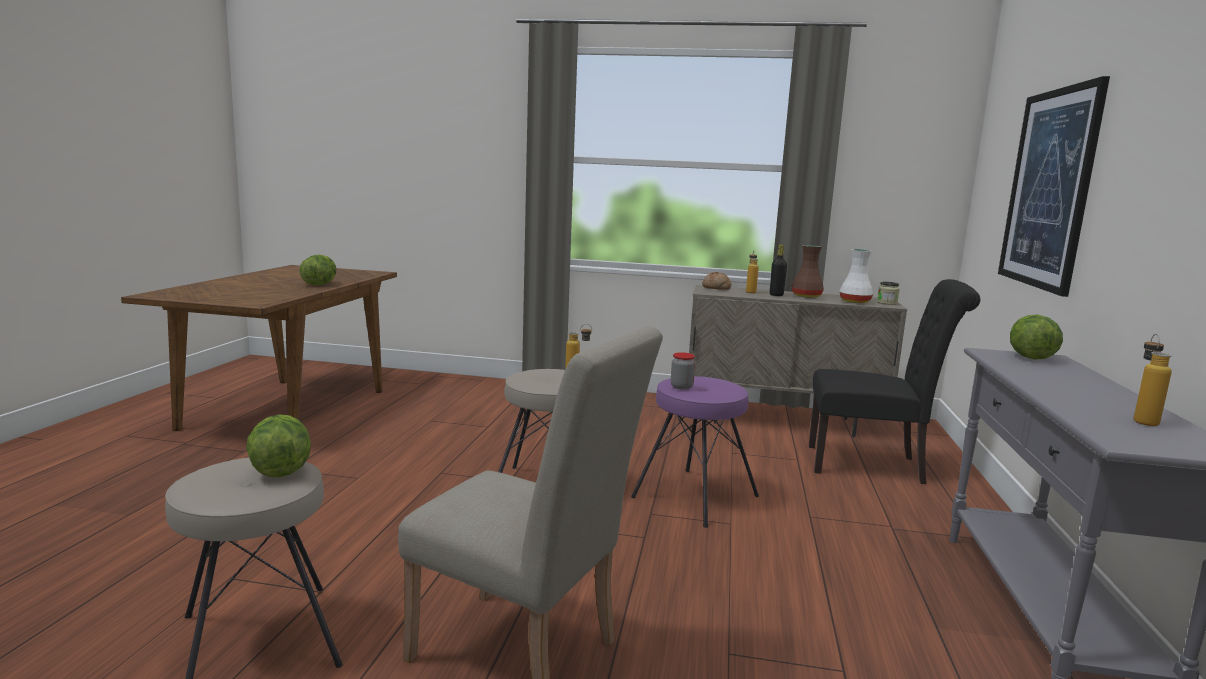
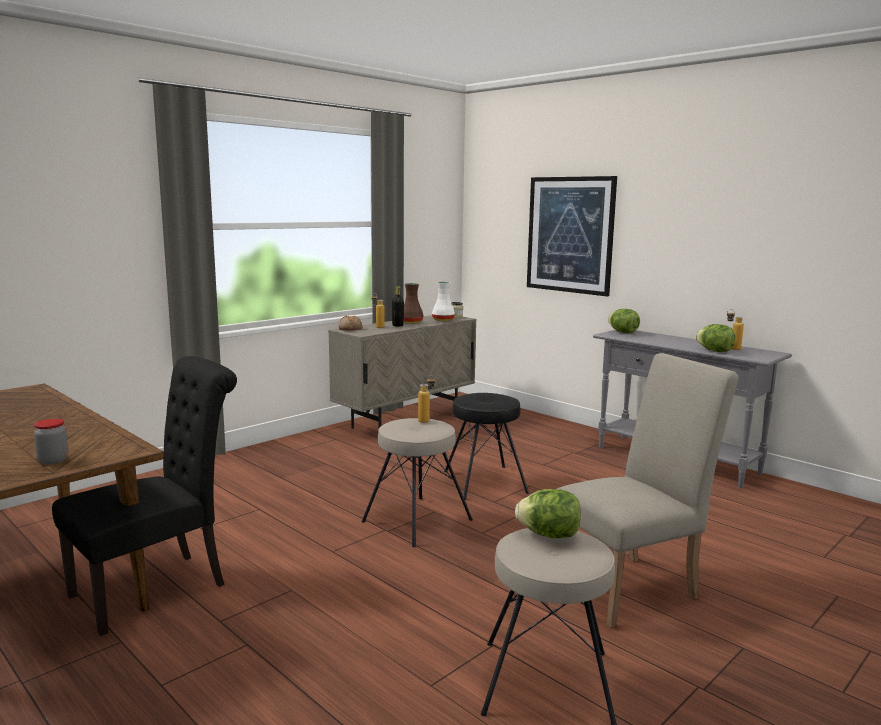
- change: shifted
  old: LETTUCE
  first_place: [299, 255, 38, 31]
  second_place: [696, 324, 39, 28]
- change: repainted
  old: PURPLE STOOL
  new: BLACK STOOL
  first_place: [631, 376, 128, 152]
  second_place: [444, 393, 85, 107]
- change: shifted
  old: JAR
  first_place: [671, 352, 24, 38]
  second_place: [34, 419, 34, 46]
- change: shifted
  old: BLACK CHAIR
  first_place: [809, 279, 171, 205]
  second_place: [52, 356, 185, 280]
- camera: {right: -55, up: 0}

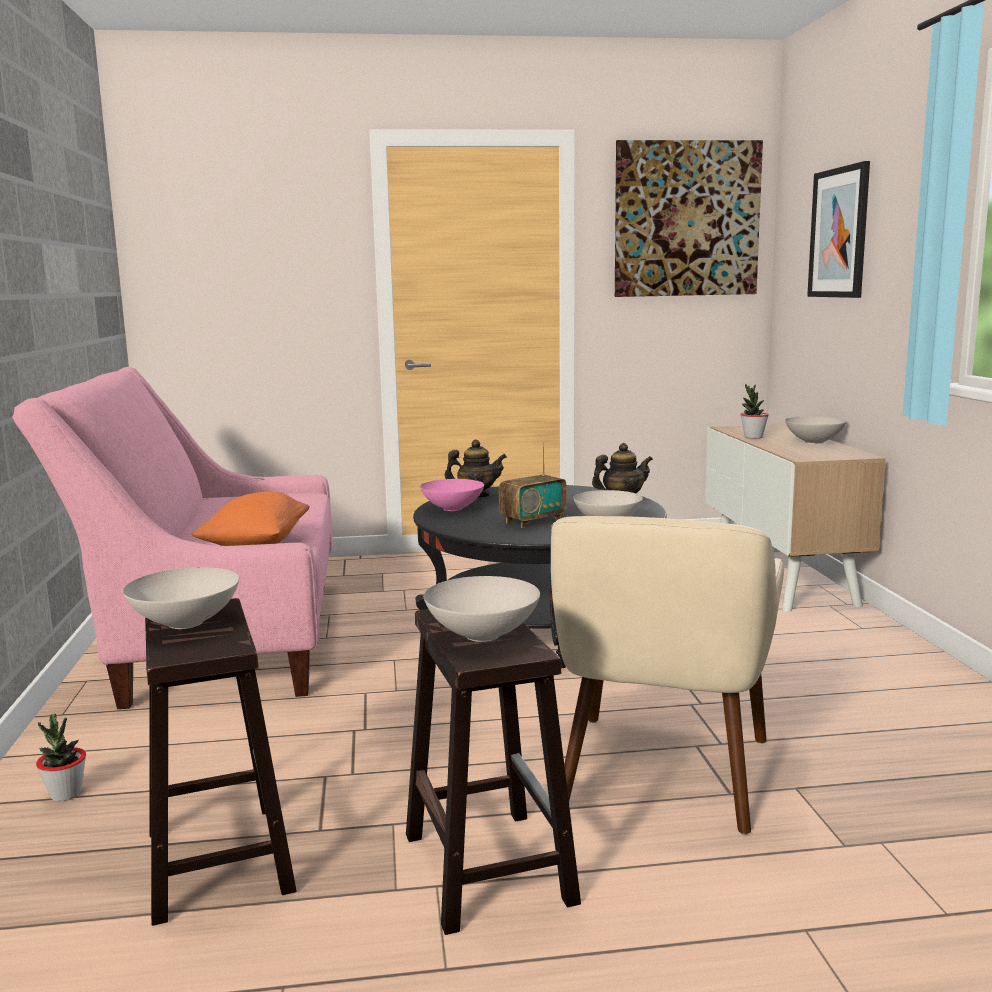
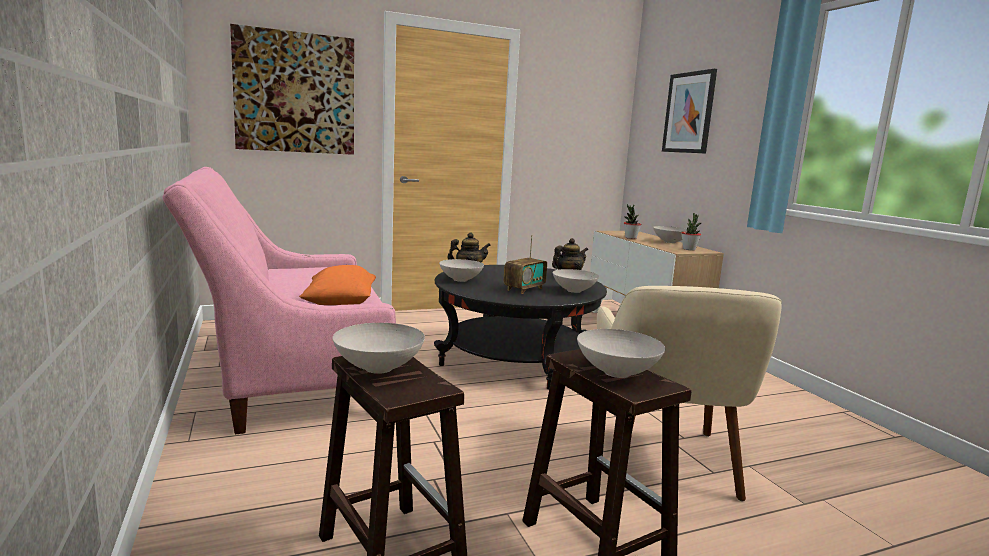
- change: shifted
  old: POTTED PLANT
  first_place: [36, 714, 50, 87]
  second_place: [681, 213, 20, 37]
- change: repainted
  old: PINK BOWL
  new: WHITE BOWL
  first_place: [420, 479, 64, 32]
  second_place: [439, 259, 45, 23]
- change: shifted
  old: PICTURE
  first_place: [615, 140, 148, 157]
  second_place: [230, 24, 124, 131]
- camera: {right: -15, up: 0}

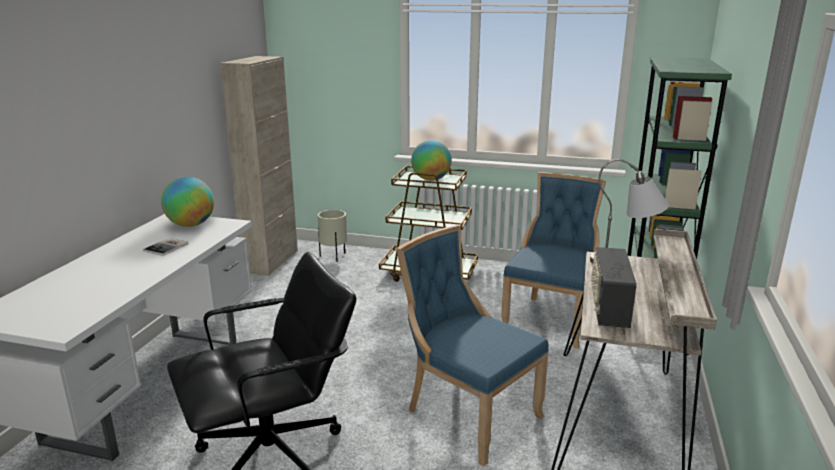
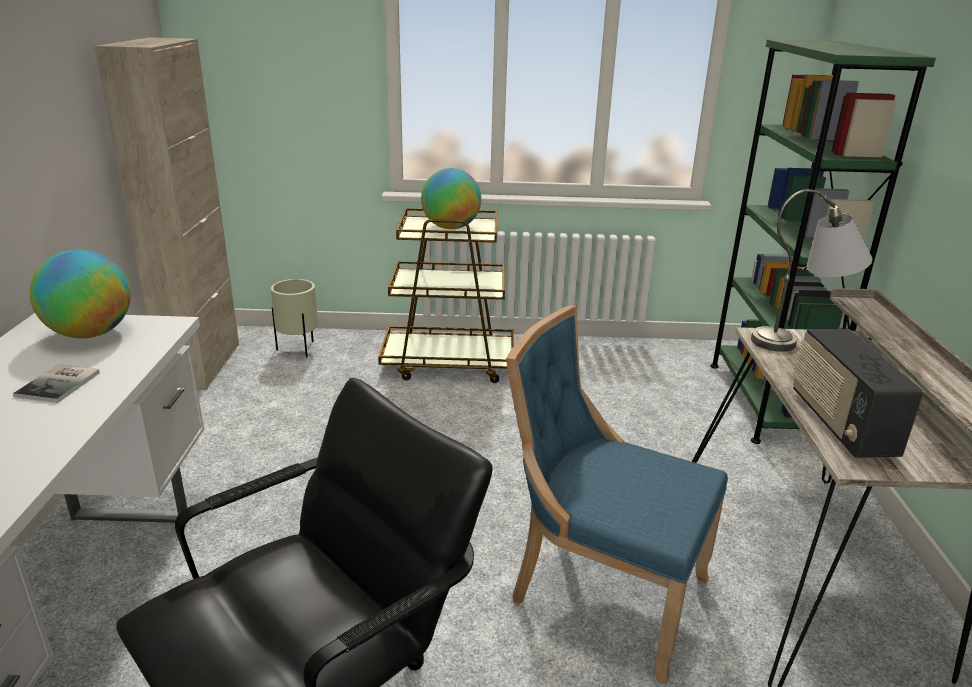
- change: gone
  old: BLUE CHAIR
  first_place: [501, 172, 105, 177]
- camera: {right: -15, up: 5}

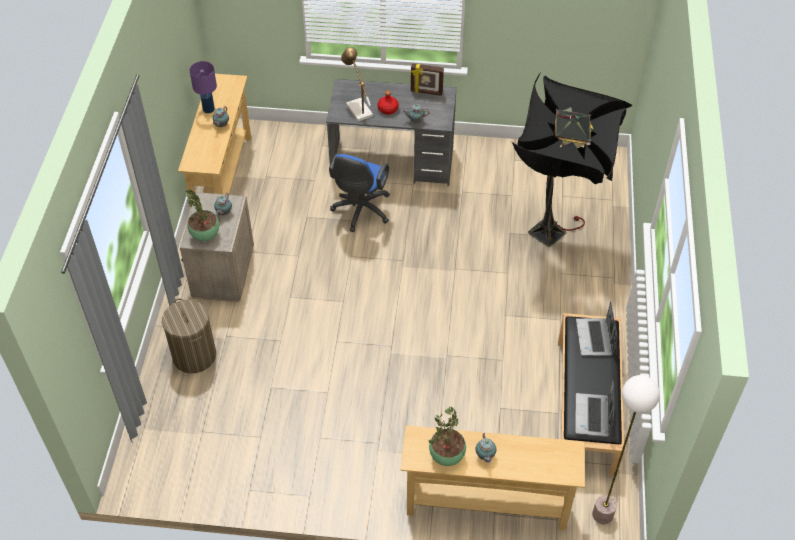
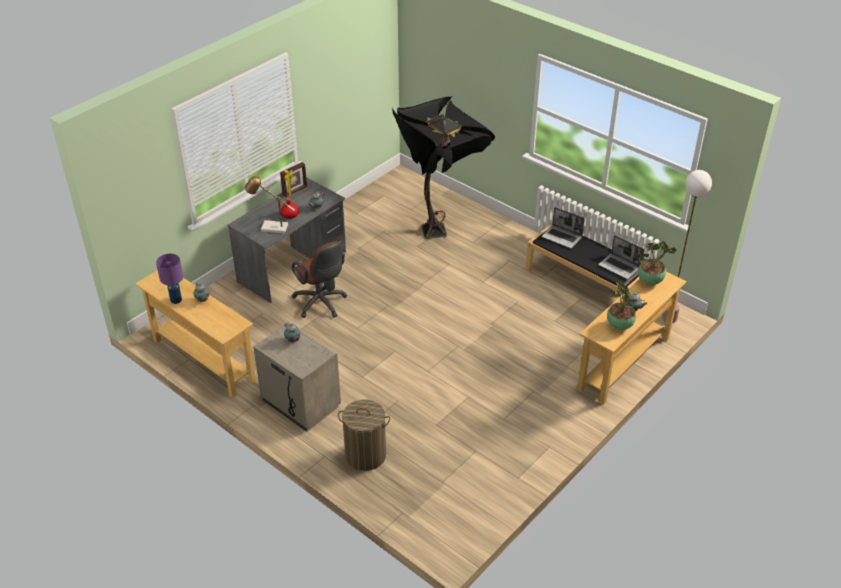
- change: shifted
  old: POTTED PLANT
  first_place: [186, 190, 33, 51]
  second_place: [638, 241, 38, 44]
- change: repainted
  old: BLUE OFFICE CHAIR
  new: BROWN OFFICE CHAIR
  first_place: [329, 153, 60, 79]
  second_place: [291, 241, 56, 77]
- camera: {right: -55, up: -10}

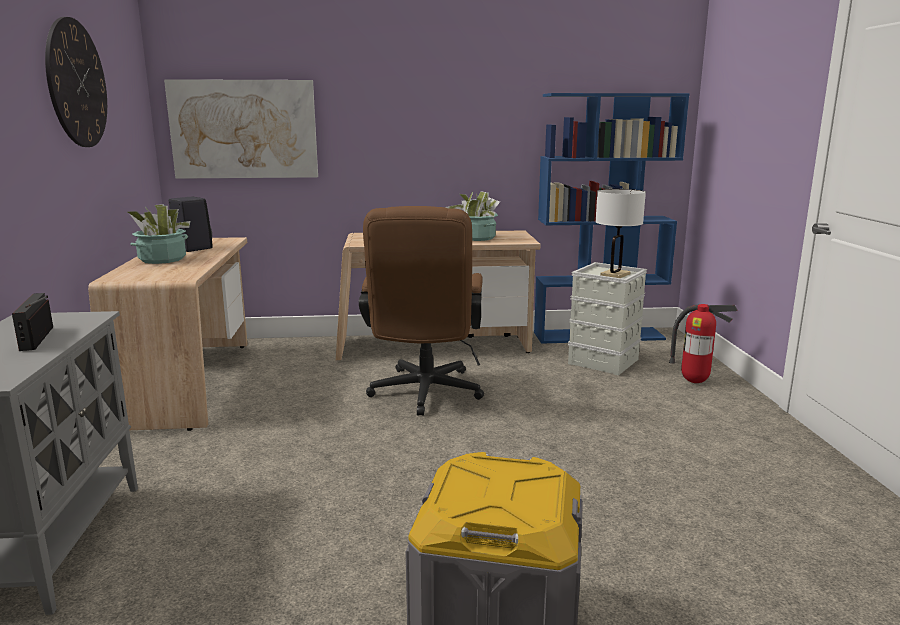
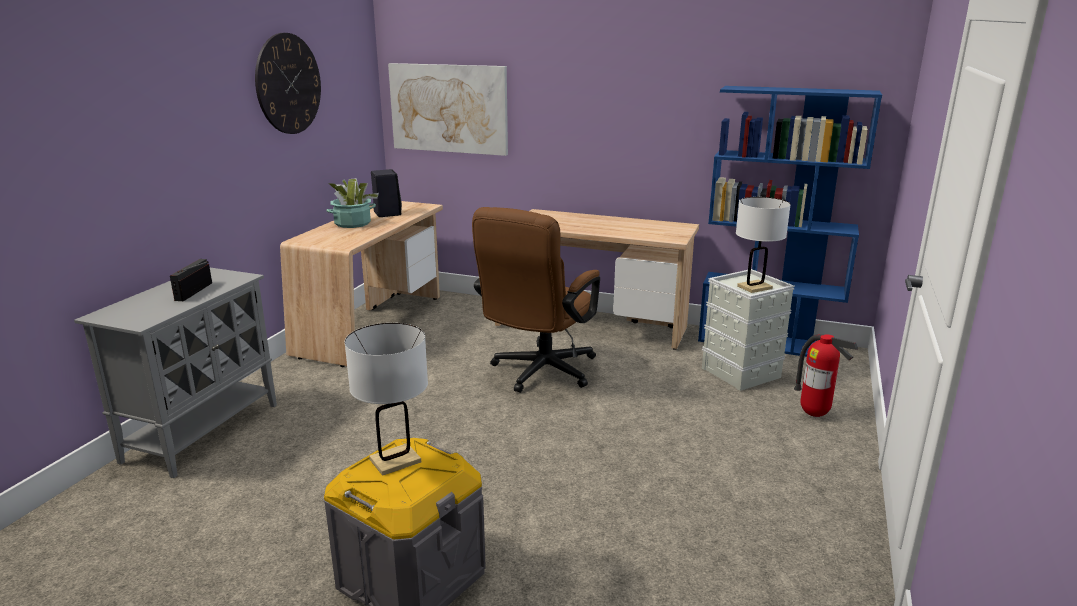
- change: gone
  old: POTTED PLANT
  first_place: [446, 192, 54, 49]
- change: new
  new: WHITE TABLE LAMP
  second_place: [345, 323, 83, 153]
- camera: {right: 25, up: 5}

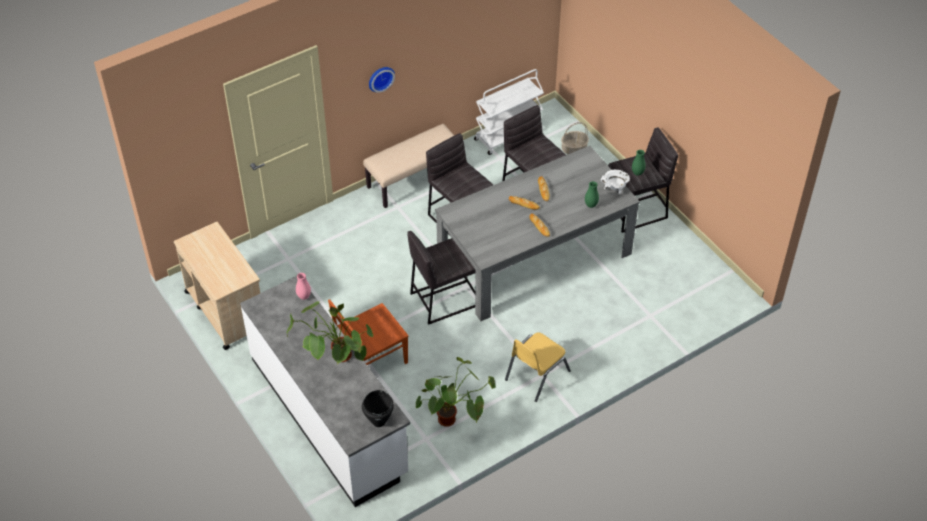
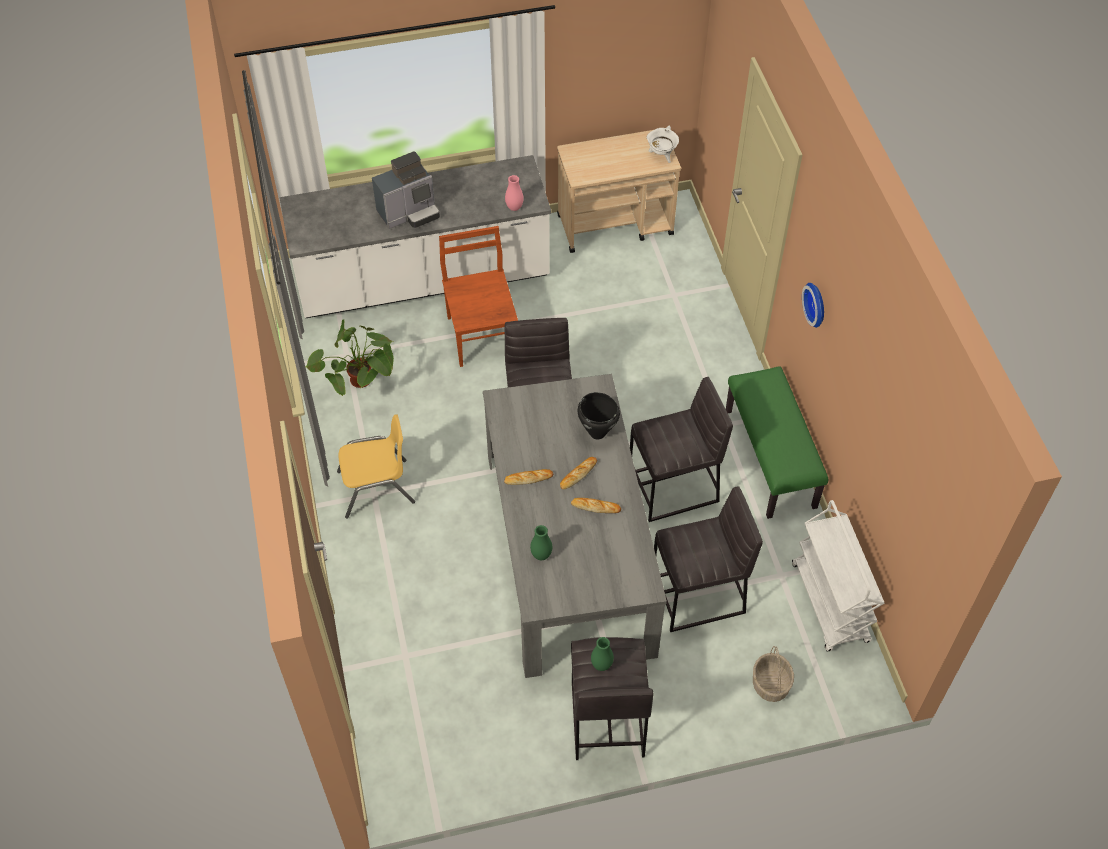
- change: swapped
  old: POTTED PLANT
  new: COFFEE MACHINE
  first_place: [287, 301, 87, 64]
  second_place: [372, 151, 68, 78]
- change: shifted
  old: BLACK COOKING POT
  first_place: [362, 390, 32, 37]
  second_place: [578, 392, 42, 47]
- change: repainted
  old: BEIGE BENCH
  new: GREEN BENCH
  first_place: [363, 124, 91, 84]
  second_place: [726, 366, 102, 153]
- change: rotated
  old: YELLOW CHAIR
  first_place: [505, 332, 66, 70]
  second_place: [337, 415, 78, 103]
  degrees: 105
- change: shifted
  old: WHITE COOKING POT
  first_place: [601, 170, 29, 24]
  second_place: [647, 126, 32, 37]
- camera: {right: 110, up: 5}

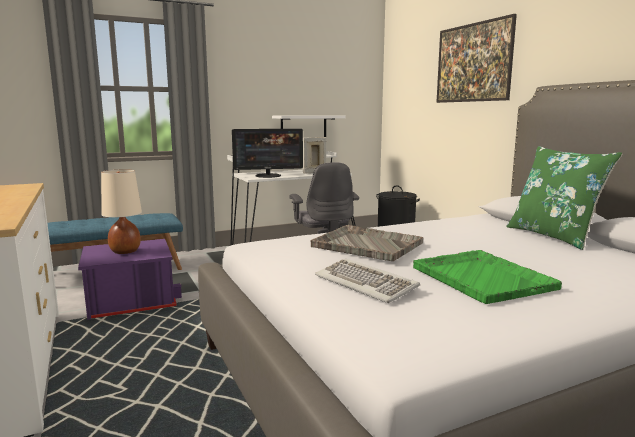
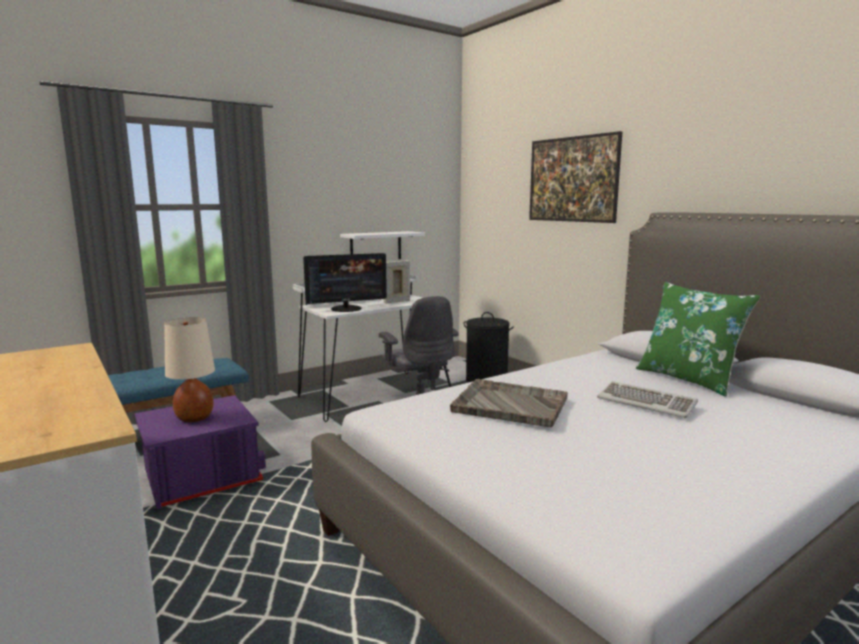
- change: shifted
  old: KEYBOARD
  first_place: [315, 259, 105, 44]
  second_place: [597, 381, 101, 37]
- change: gone
  old: GREEN TRAY
  first_place: [413, 250, 149, 54]
- camera: {right: -10, up: 0}

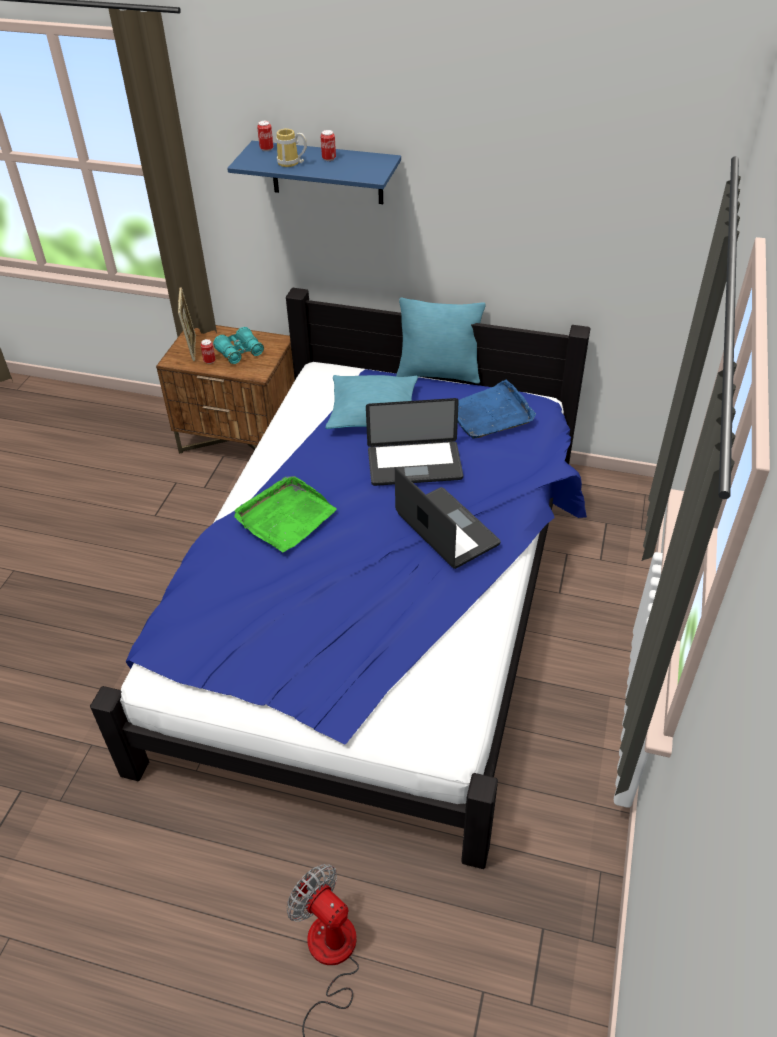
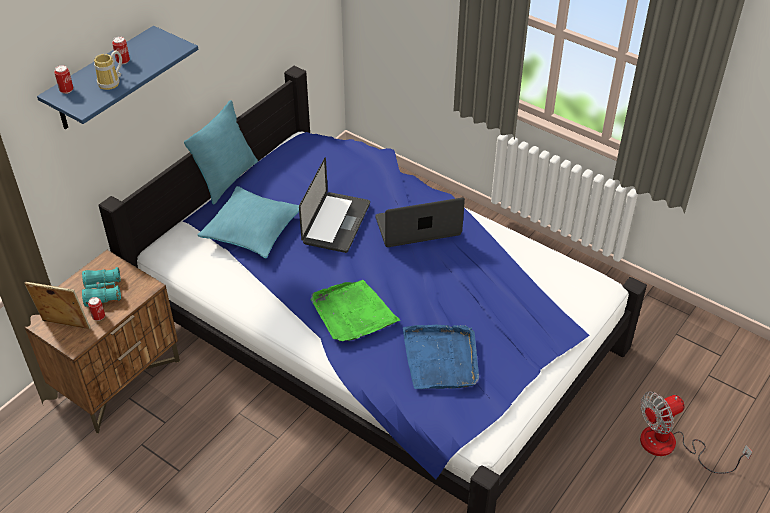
- change: shifted
  old: BLUE TRAY
  first_place: [458, 379, 78, 60]
  second_place: [403, 325, 76, 64]
- camera: {right: -70, up: 0}

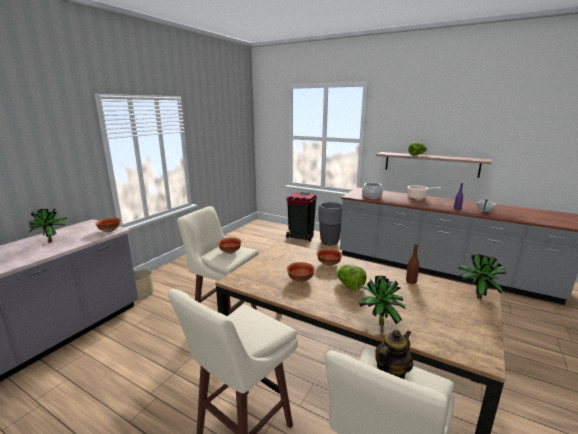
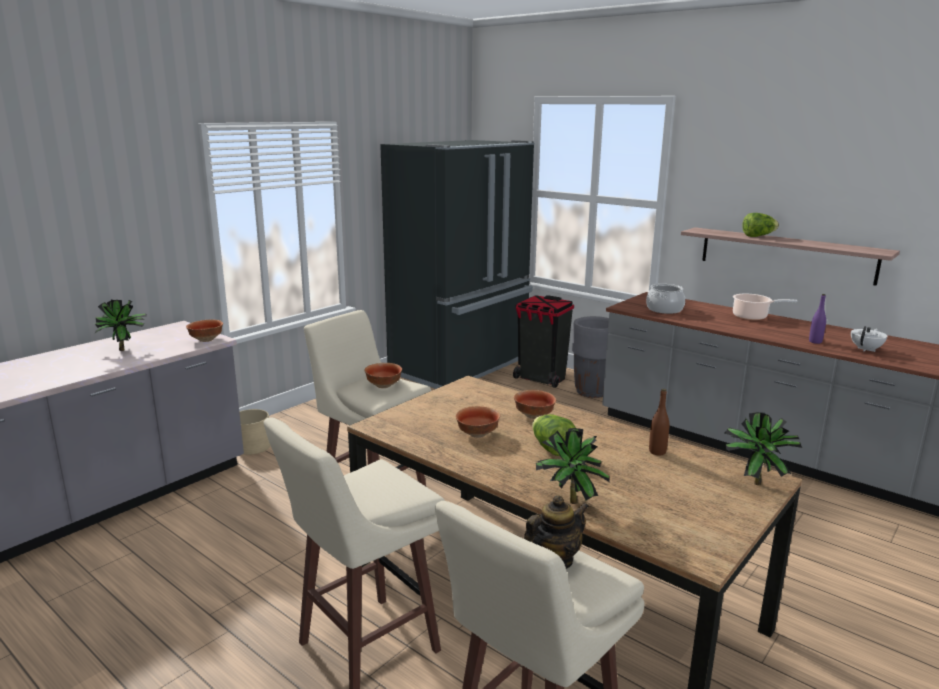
- change: new
  new: BLACK FRIDGE
  second_place: [380, 140, 155, 249]
- camera: {right: 10, up: 0}

